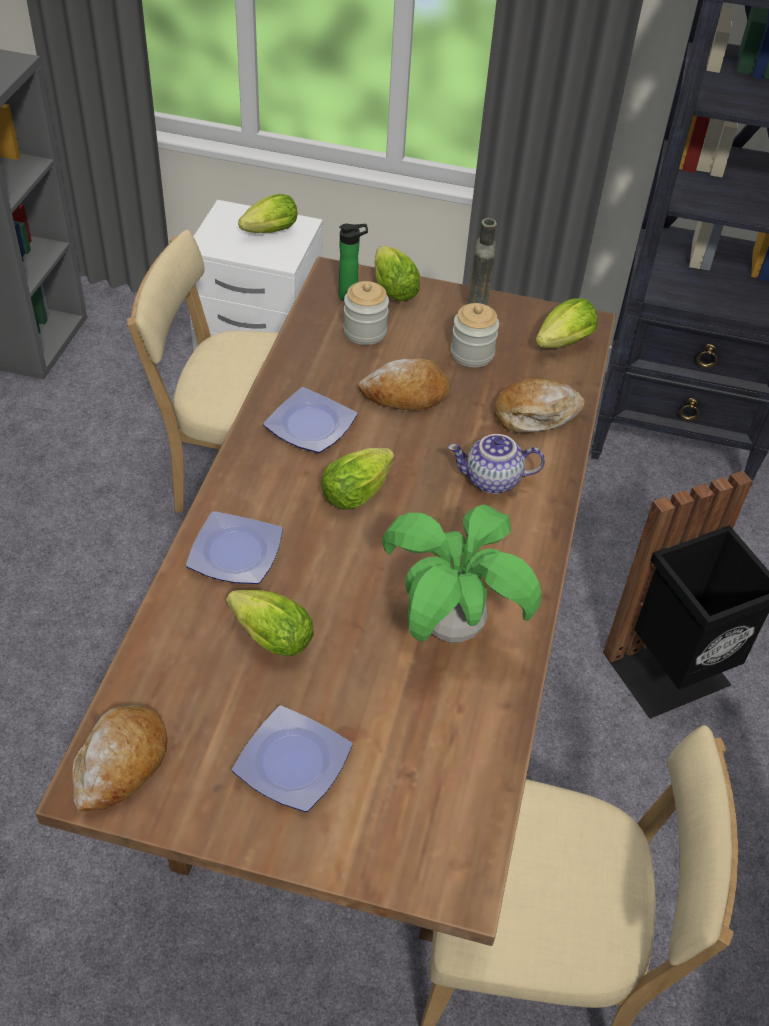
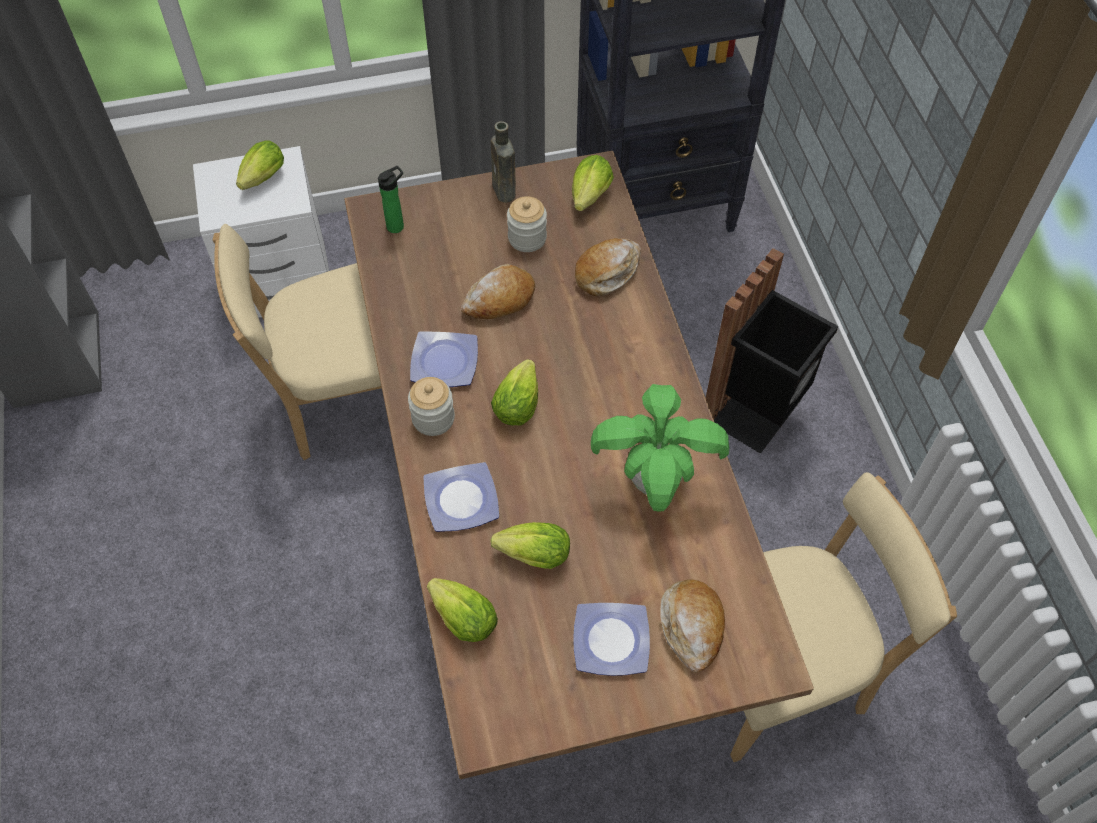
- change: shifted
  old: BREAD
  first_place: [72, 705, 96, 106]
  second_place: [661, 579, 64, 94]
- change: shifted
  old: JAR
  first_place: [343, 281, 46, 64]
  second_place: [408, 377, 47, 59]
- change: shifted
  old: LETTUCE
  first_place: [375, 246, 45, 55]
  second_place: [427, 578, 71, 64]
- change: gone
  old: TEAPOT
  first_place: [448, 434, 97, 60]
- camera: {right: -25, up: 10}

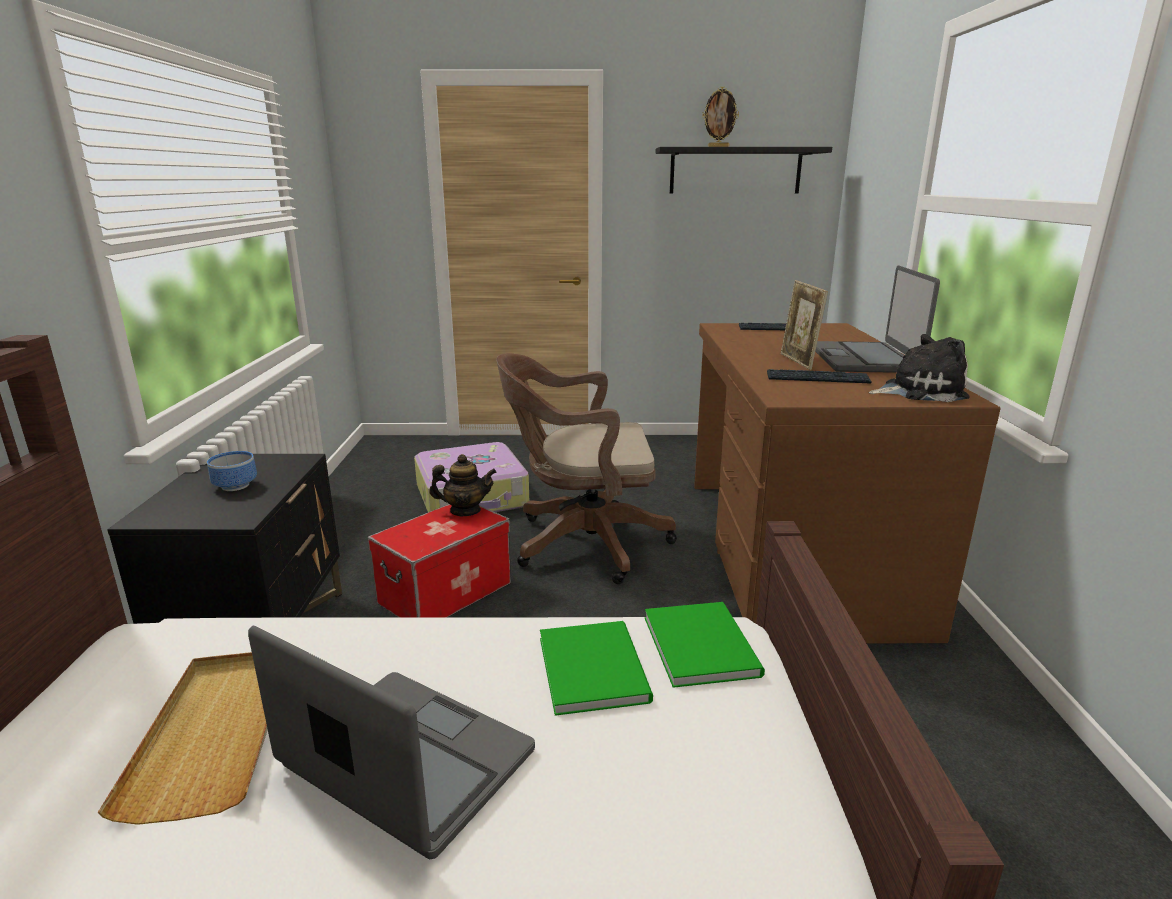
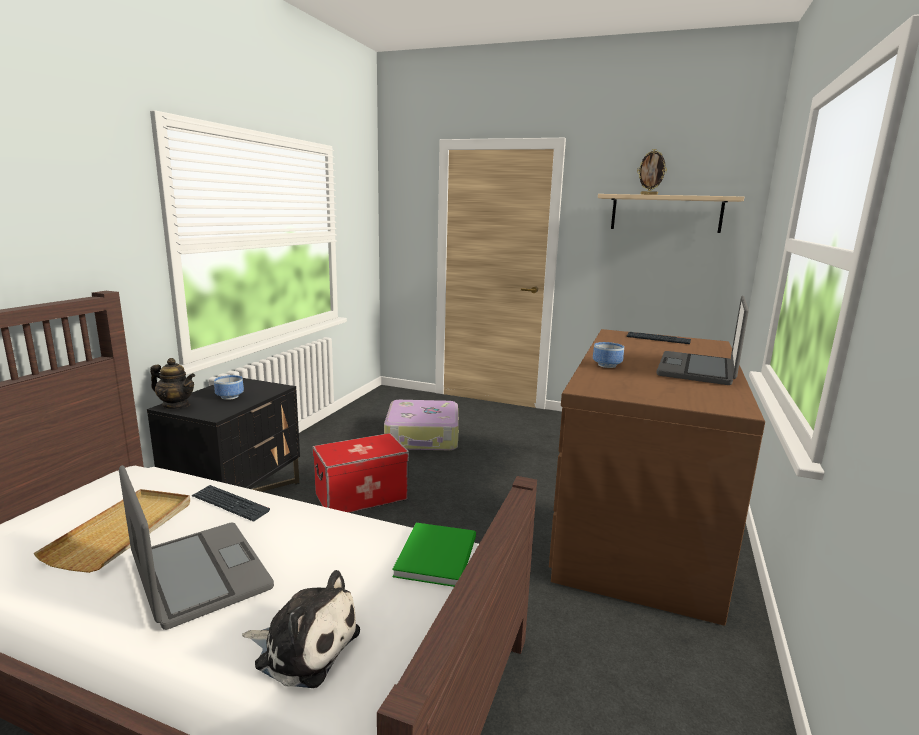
- change: shifted
  old: TEAPOT
  first_place: [429, 454, 68, 62]
  second_place: [150, 358, 45, 51]
- change: gone
  old: BROWN OFFICE CHAIR
  first_place: [497, 353, 180, 231]
- change: gone
  old: GREEN BOOK
  first_place: [540, 621, 113, 95]
- change: repainted
  old: BLACK SHELF
  new: BEIGE SHELF
  first_place: [655, 147, 177, 46]
  second_place: [598, 194, 146, 39]
- change: shifted
  old: KEYBOARD
  first_place: [767, 369, 105, 14]
  second_place: [191, 485, 79, 36]
- change: gone
  old: PICTURE FRAME
  first_place: [780, 280, 48, 90]
- change: shifted
  old: PLUSH TOY
  first_place: [869, 334, 101, 68]
  second_place: [242, 570, 118, 118]
- change: new
  new: BOWL
  second_place: [593, 342, 31, 26]
- camera: {right: 20, up: -5}

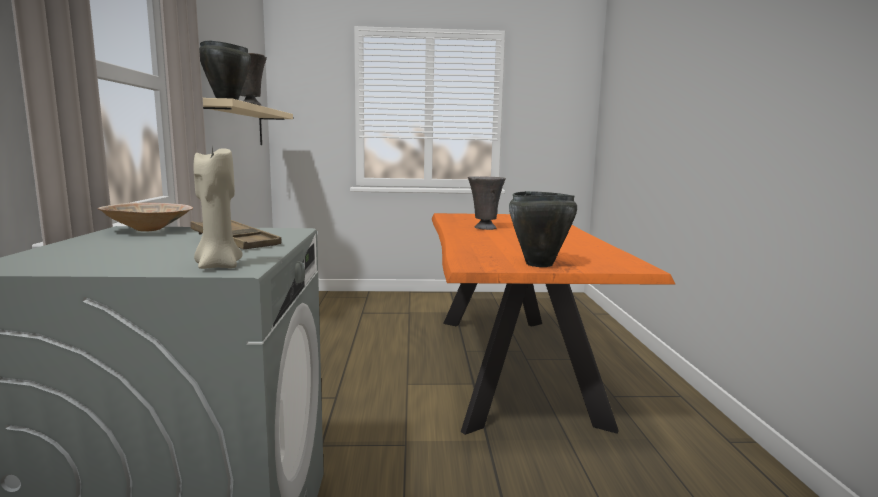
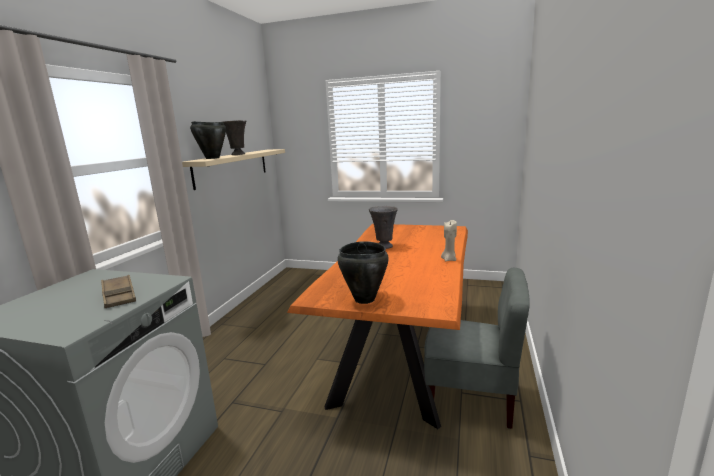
- change: gone
  old: BEIGE BOWL
  first_place: [97, 203, 96, 28]
- change: shifted
  old: BEIGE CANDLE
  first_place: [194, 148, 48, 121]
  second_place: [441, 220, 16, 41]
- change: new
  new: GREY CHAIR
  second_place: [424, 268, 106, 161]
- camera: {right: 20, up: 5}

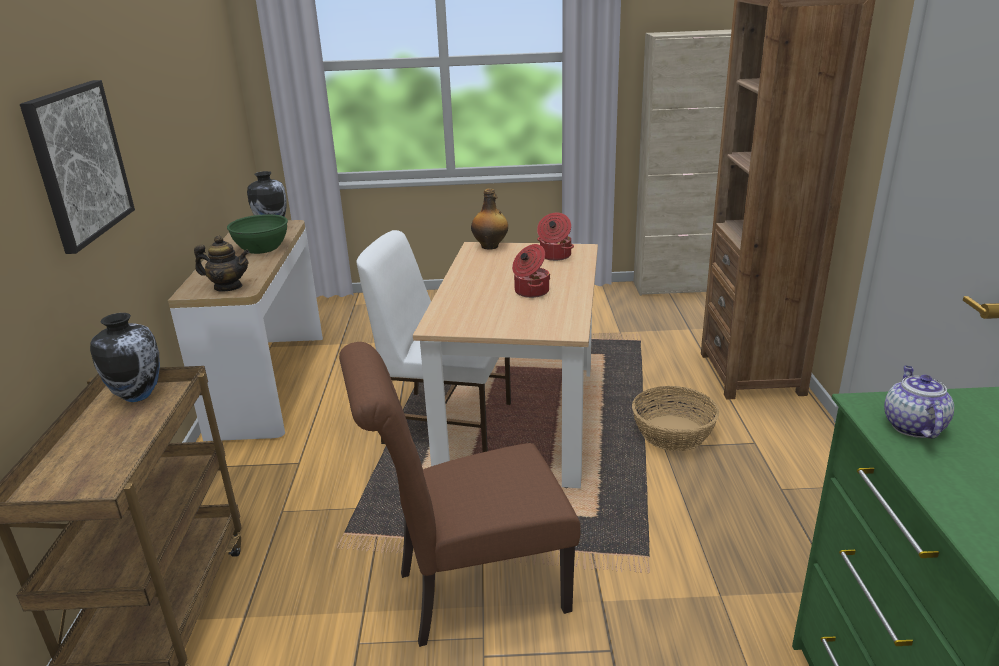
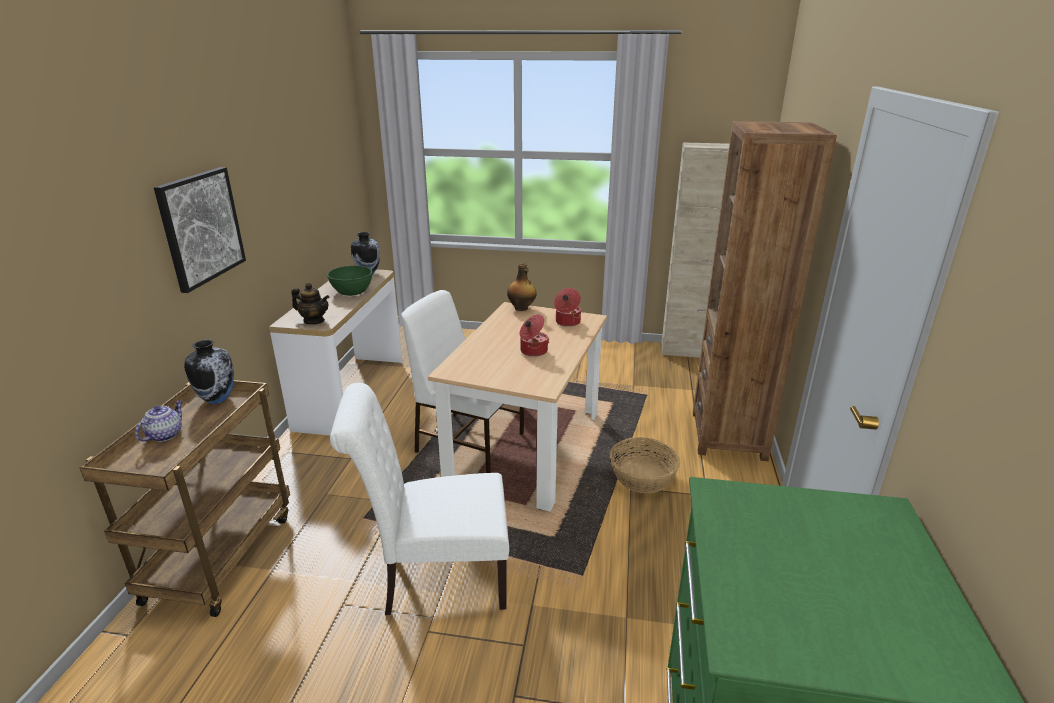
- change: repainted
  old: BROWN CHAIR
  new: WHITE CHAIR
  first_place: [339, 342, 242, 305]
  second_place: [330, 383, 179, 232]
- change: shifted
  old: TEAPOT
  first_place: [884, 366, 70, 73]
  second_place: [135, 400, 47, 42]
- camera: {right: 10, up: 0}

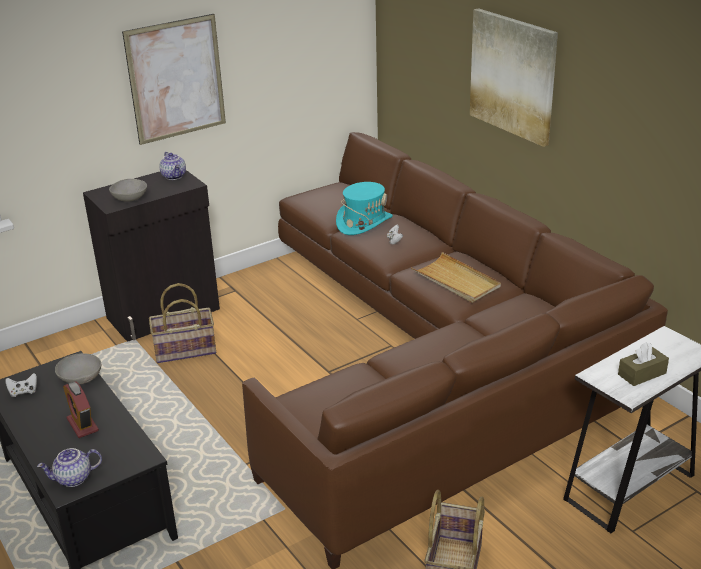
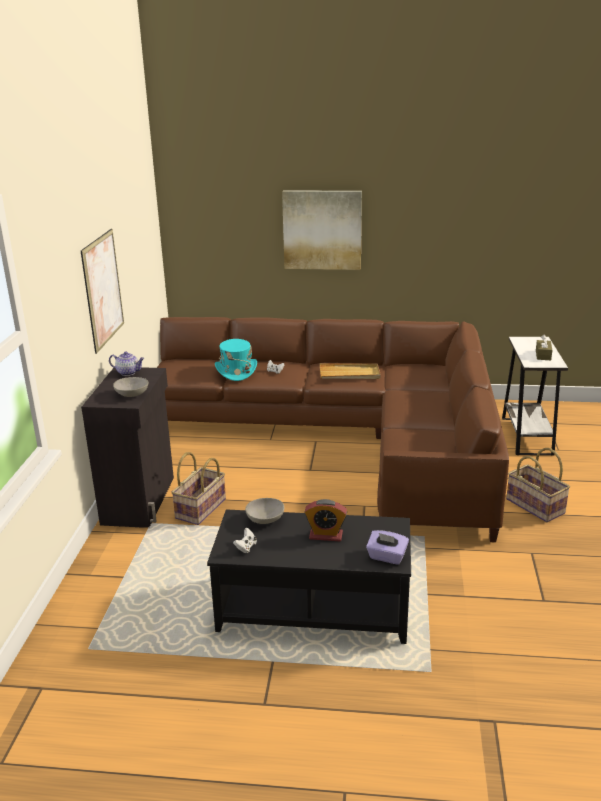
- change: swapped
  old: TEAPOT
  new: PURPLE TISSUE BOX
  first_place: [37, 448, 65, 39]
  second_place: [366, 530, 43, 35]
- camera: {right: -50, up: -5}

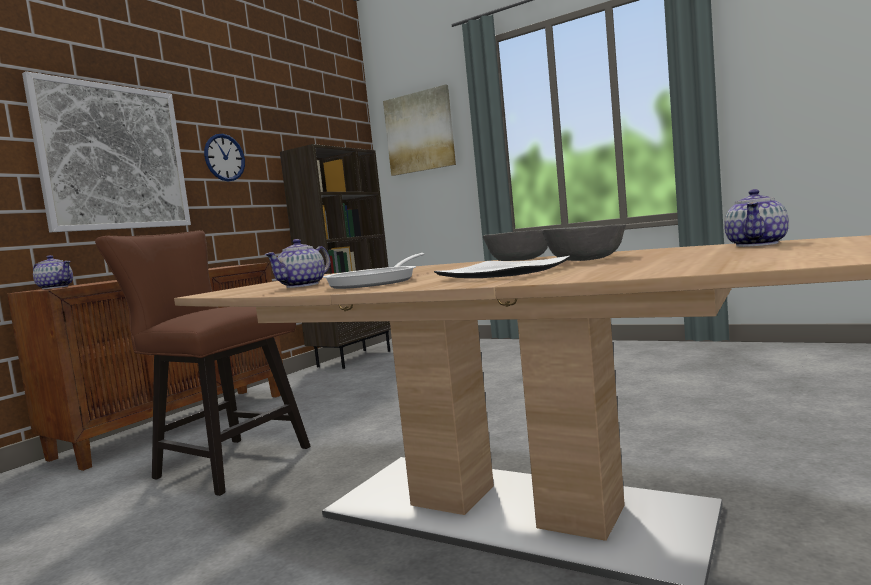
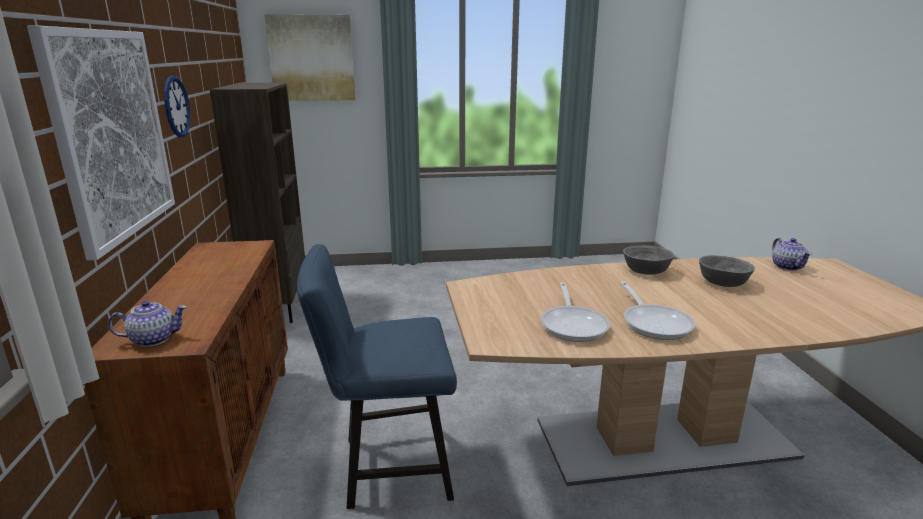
- change: repainted
  old: BROWN CHAIR
  new: BLUE CHAIR
  first_place: [95, 230, 216, 266]
  second_place: [297, 244, 160, 265]
- change: swapped
  old: TEAPOT
  new: FRYING PAN
  first_place: [264, 239, 66, 49]
  second_place: [541, 282, 69, 60]
- change: gone
  old: PLATE
  first_place: [434, 256, 136, 22]
- camera: {right: -40, up: 15}

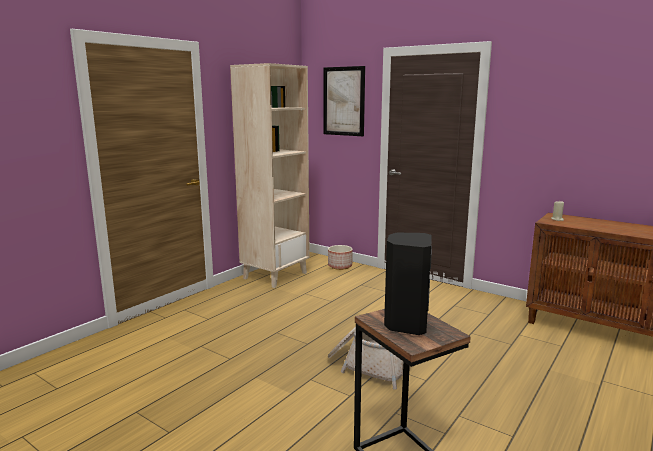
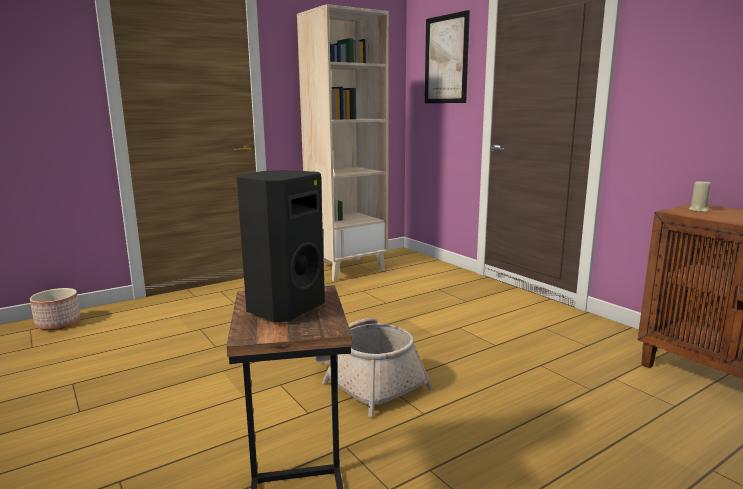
- change: shifted
  old: PLANTER
  first_place: [328, 245, 25, 25]
  second_place: [30, 288, 51, 42]
- camera: {right: 20, up: 0}

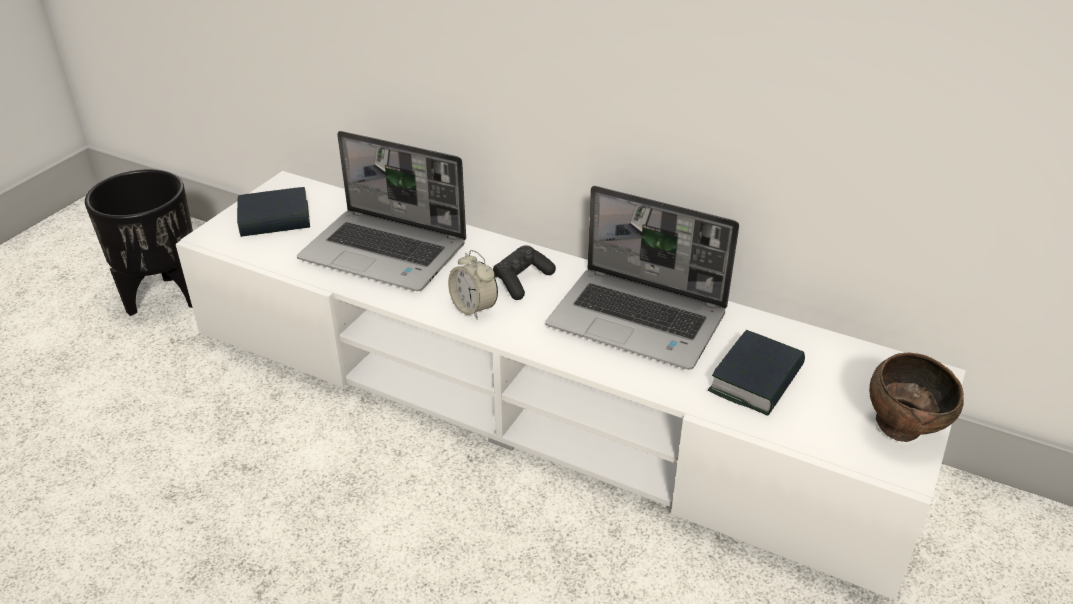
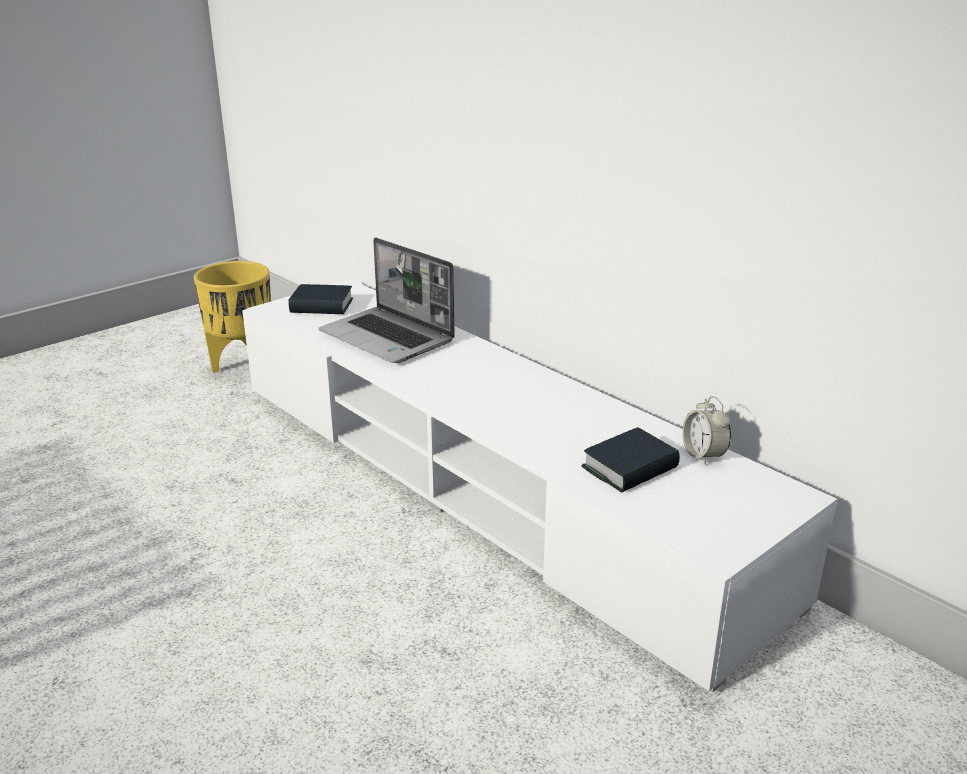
- change: repainted
  old: BLACK PLANTER
  new: YELLOW PLANTER
  first_place: [85, 169, 108, 147]
  second_place: [194, 261, 77, 112]
- change: shifted
  old: ALARM CLOCK
  first_place: [448, 250, 50, 70]
  second_place: [682, 396, 49, 69]
- change: gone
  old: BLACK GAME CONTROLLER
  first_place: [493, 245, 63, 55]
- change: gone
  old: LAPTOP
  first_place: [546, 186, 193, 184]
- change: gone
  old: BROWN BOWL
  first_place: [869, 353, 95, 89]
- camera: {right: 20, up: -10}

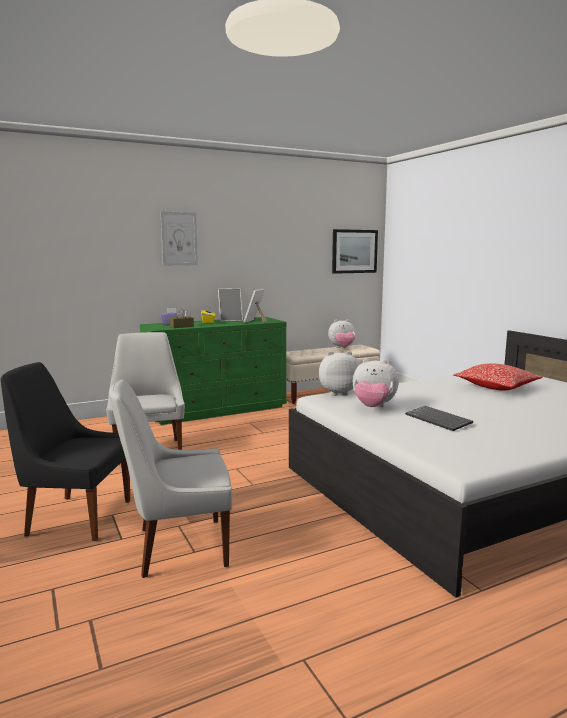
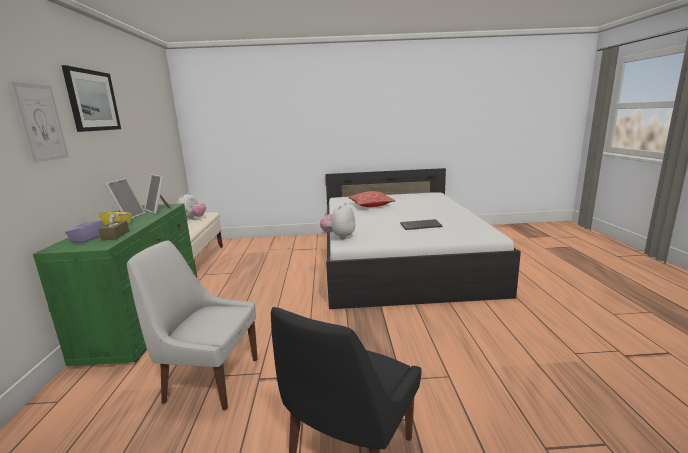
- change: gone
  old: WHITE CHAIR
  first_place: [109, 379, 123, 199]
- change: shifted
  old: PICTURE
  first_place: [332, 229, 46, 45]
  second_place: [61, 65, 60, 67]
- change: gone
  old: PLUSH TOY
  first_place: [353, 358, 46, 49]
- camera: {right: -65, up: 5}

